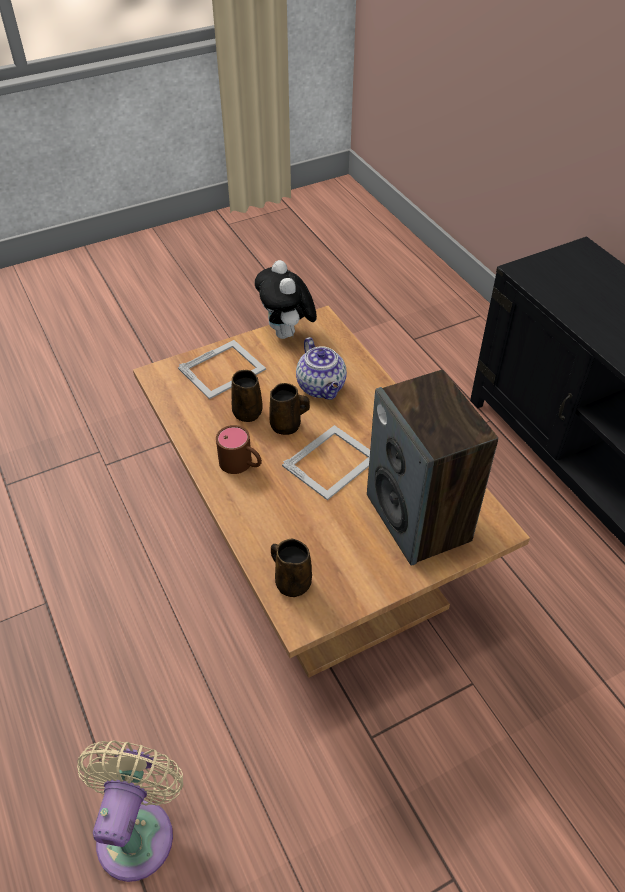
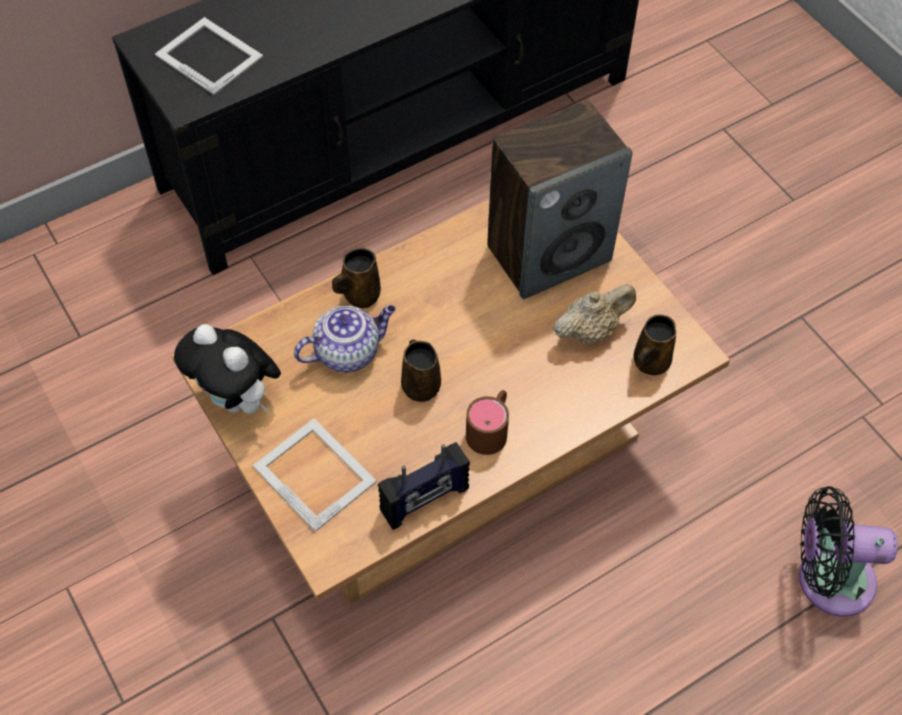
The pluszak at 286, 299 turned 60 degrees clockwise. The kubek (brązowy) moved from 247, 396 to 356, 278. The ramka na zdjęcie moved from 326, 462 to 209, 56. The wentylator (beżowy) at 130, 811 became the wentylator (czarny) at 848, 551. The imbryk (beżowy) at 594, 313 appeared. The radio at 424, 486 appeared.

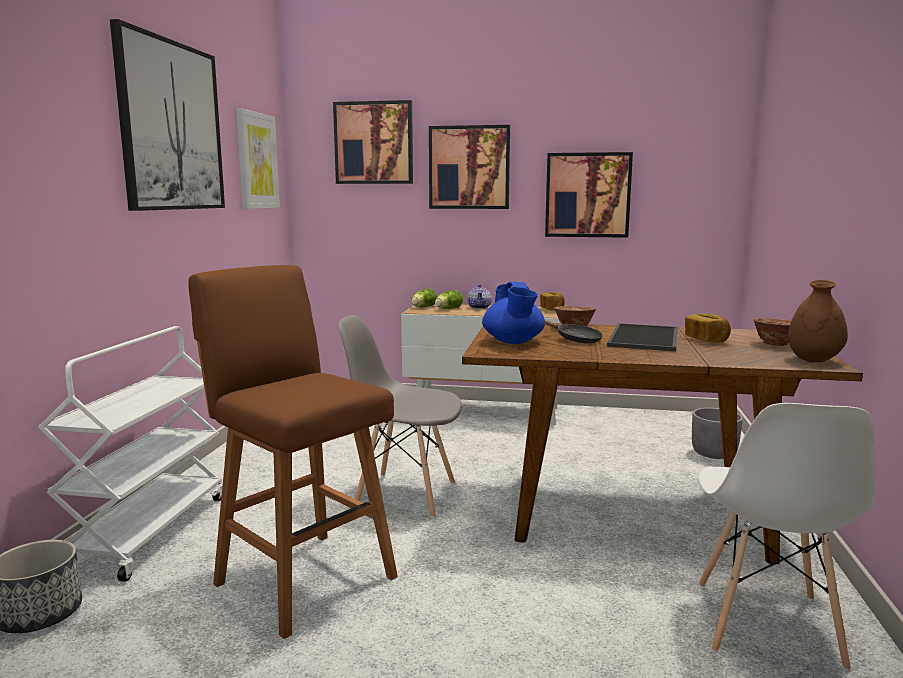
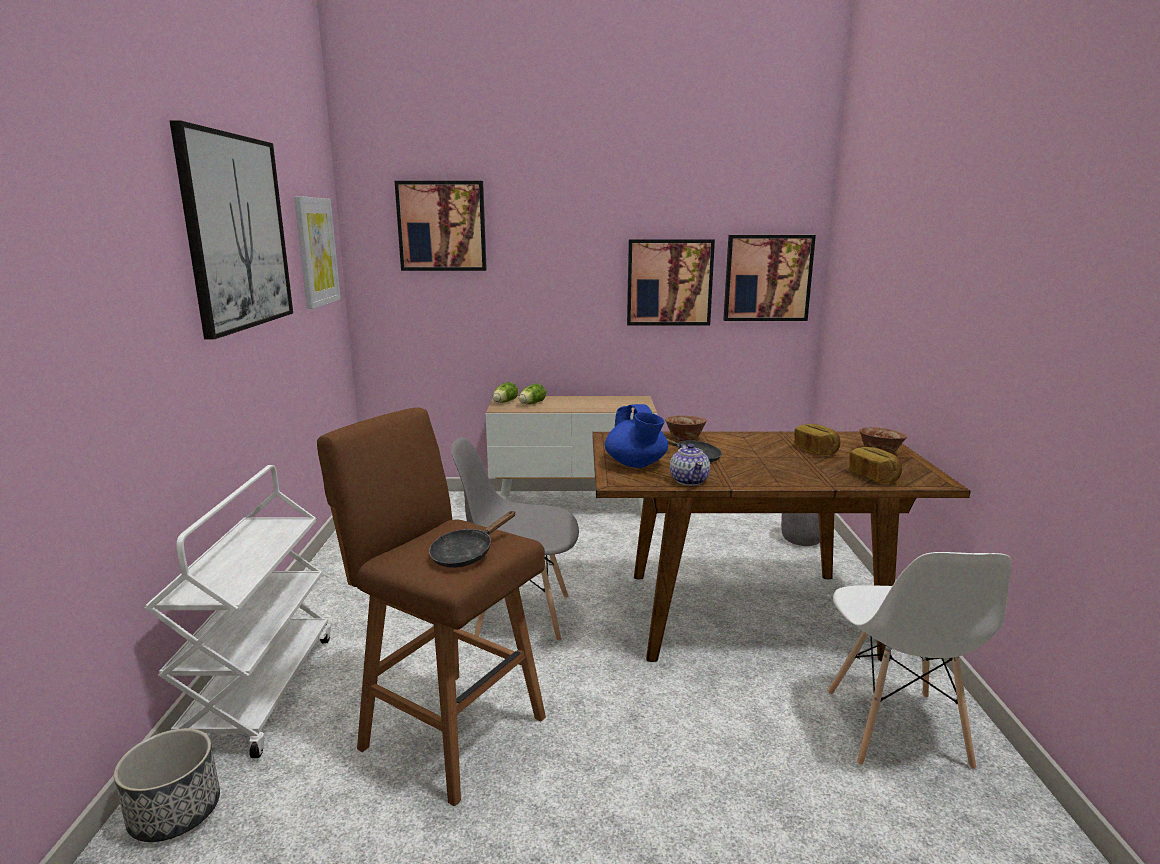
The obraz moved from 469, 167 to 769, 278. The wazon (brązowy) at 818, 321 disappeared. The imbryk moved from 479, 296 to 690, 465. The chleb moved from 552, 301 to 875, 465. The taca at 642, 337 disappeared. The patelnia (czarny) at 472, 539 appeared.

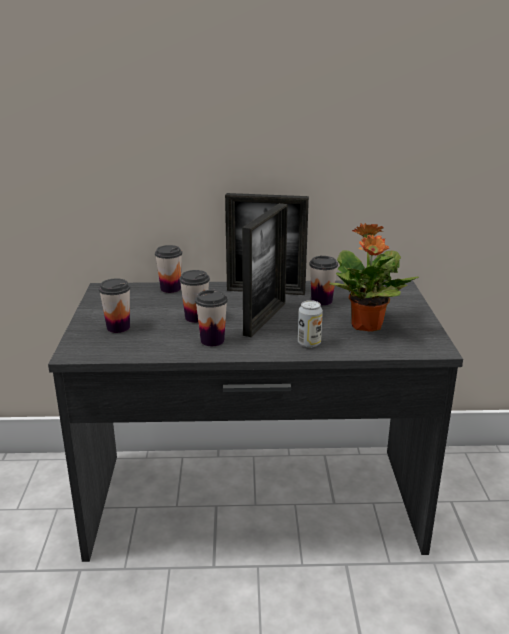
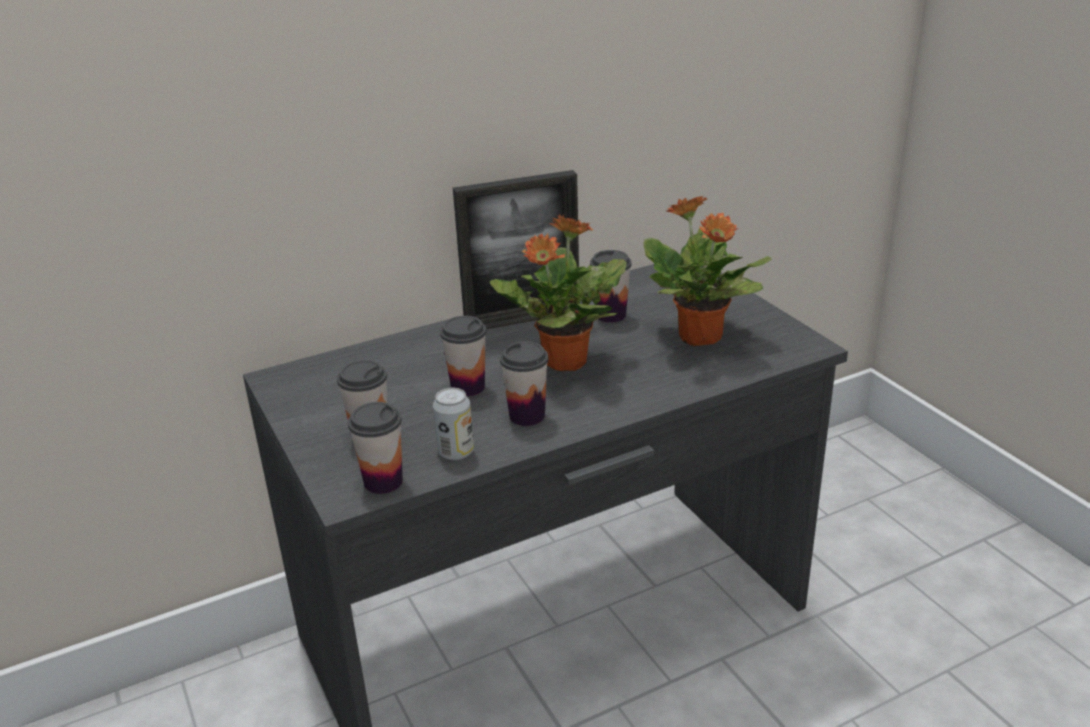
The ramka na zdjęcie at 265, 270 was replaced by the roślina doniczkowa at 558, 292. The filiżanka moved from 168, 269 to 375, 448. The puszka moved from 310, 324 to 453, 424.

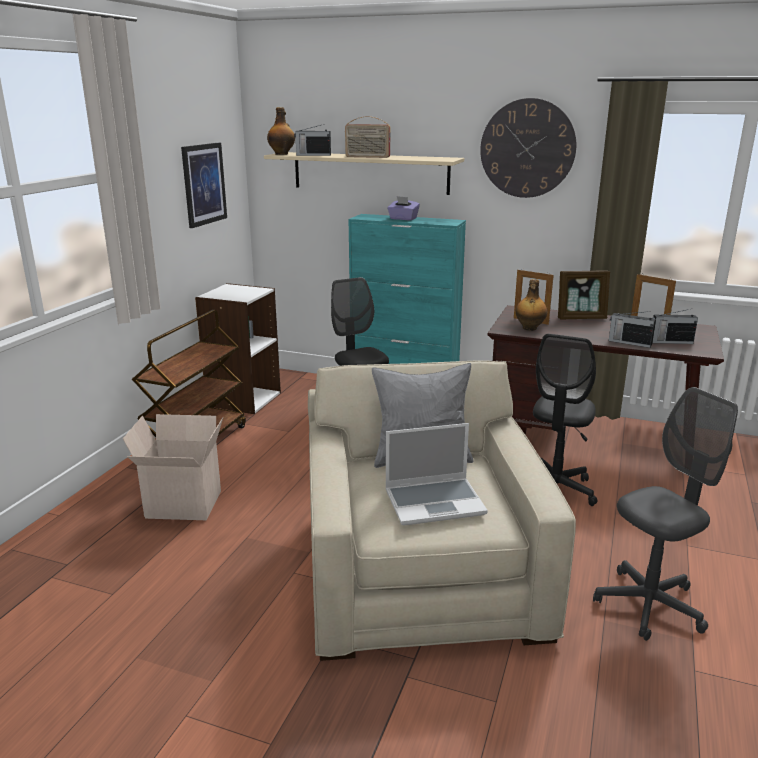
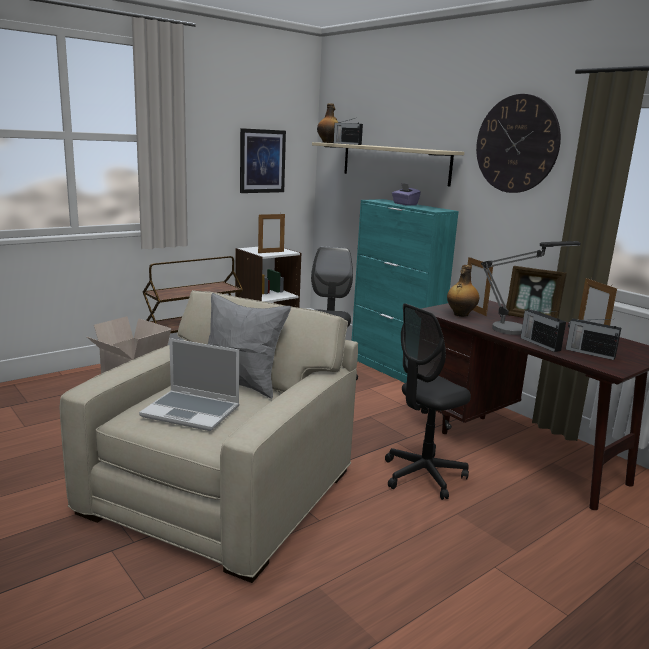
The radio at 368, 137 disappeared. The krzesło biurowe (szary) at 665, 514 disappeared. The ramka na zdjęcie at 271, 233 appeared. The lampa stołowa at 531, 288 appeared.

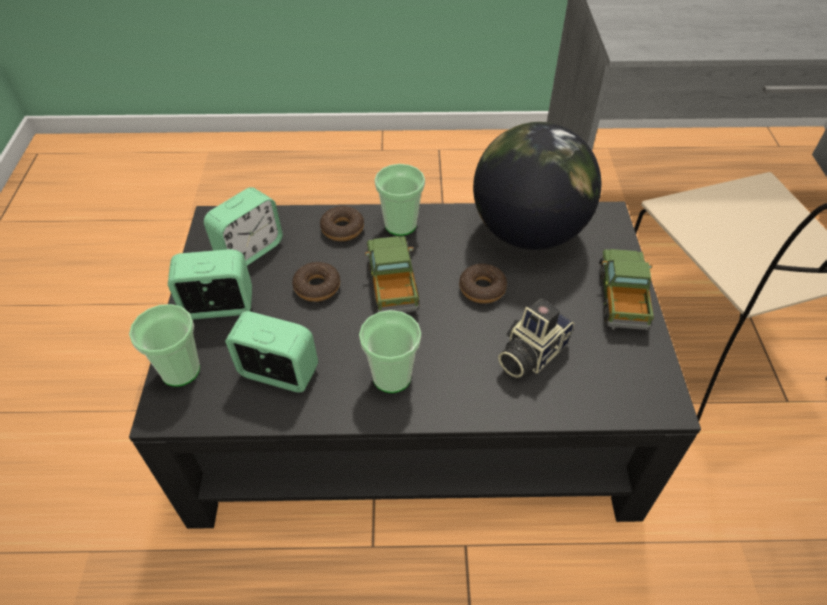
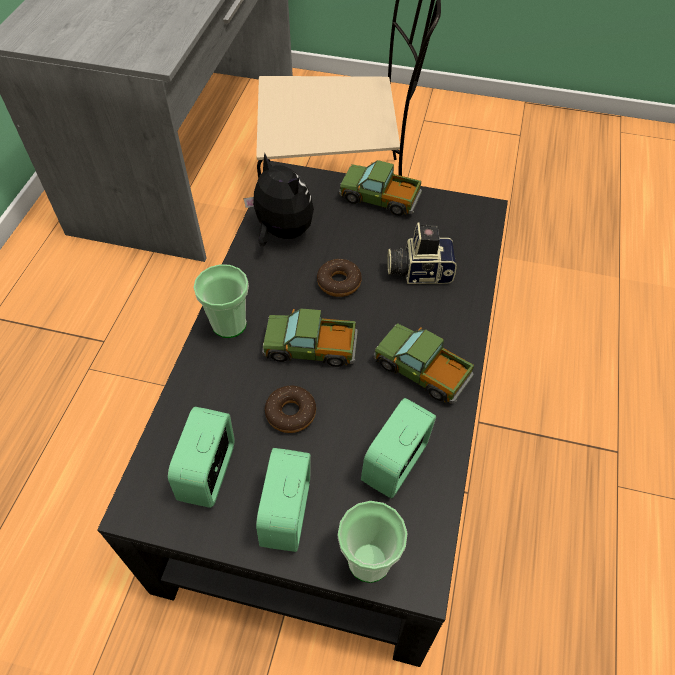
The globus at 537, 186 was replaced by the pluszak at 279, 200. The budzik at 243, 226 turned 135 degrees counterclockwise. The donut at 342, 223 disappeared. The aparat fotograficzny at 536, 338 turned 120 degrees clockwise. The filiżanka at 390, 351 was replaced by the ciężarówka zabawkowa at 424, 363.

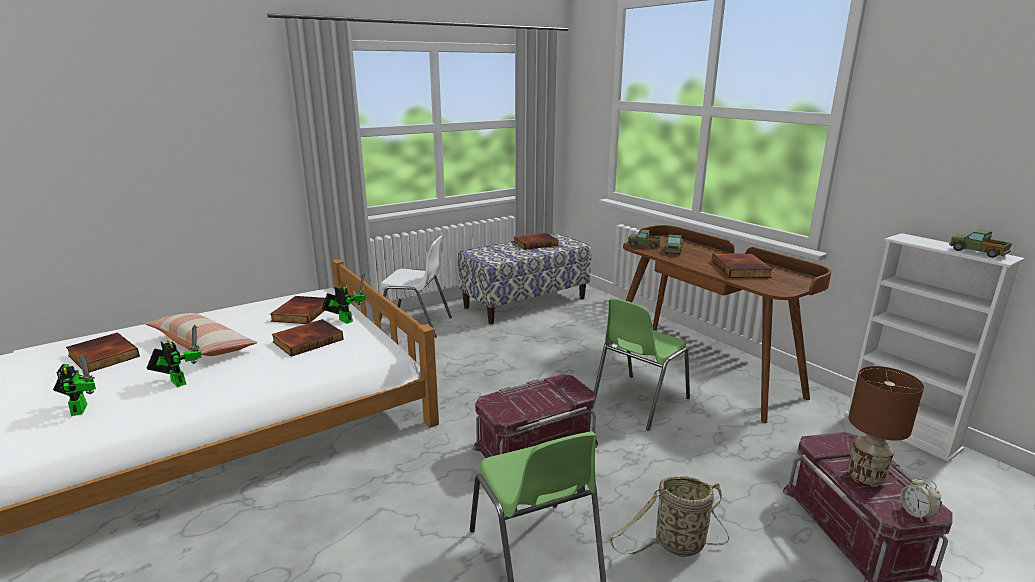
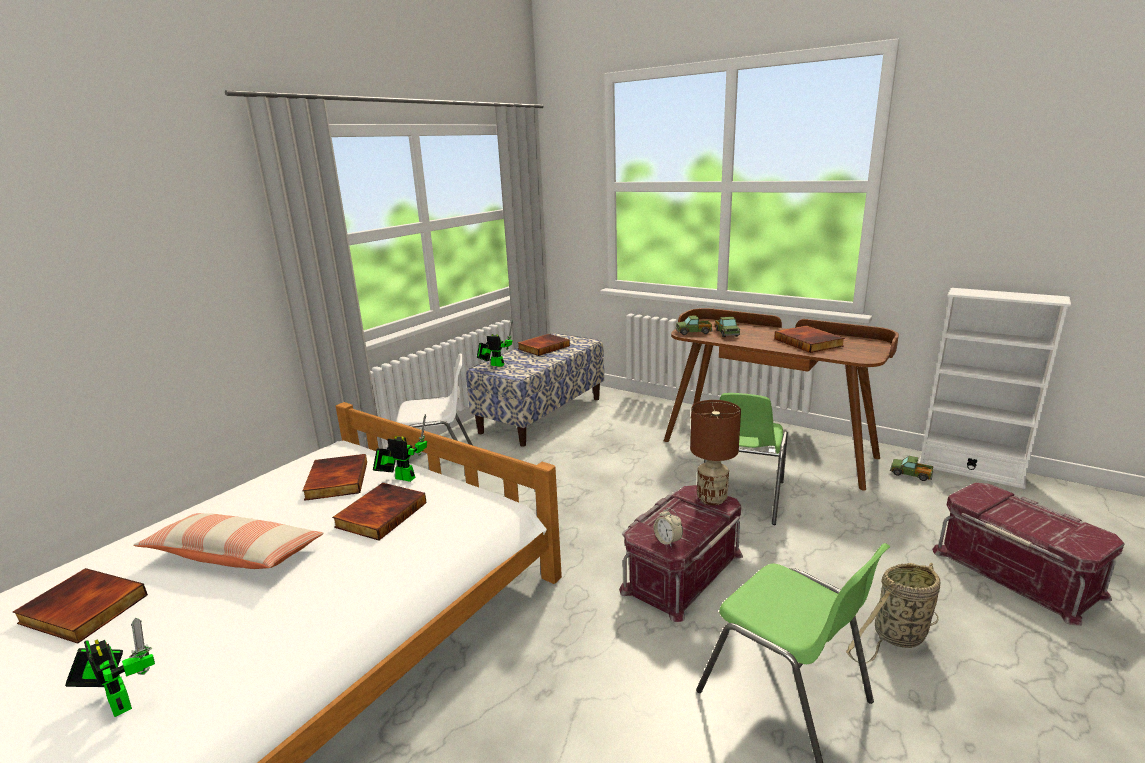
The ciężarówka zabawkowa moved from 980, 243 to 911, 468. The robot zabawkowy moved from 174, 356 to 495, 343. The lampa stołowa (brązowy) moved from 885, 426 to 715, 452. The budzik moved from 920, 499 to 668, 527.

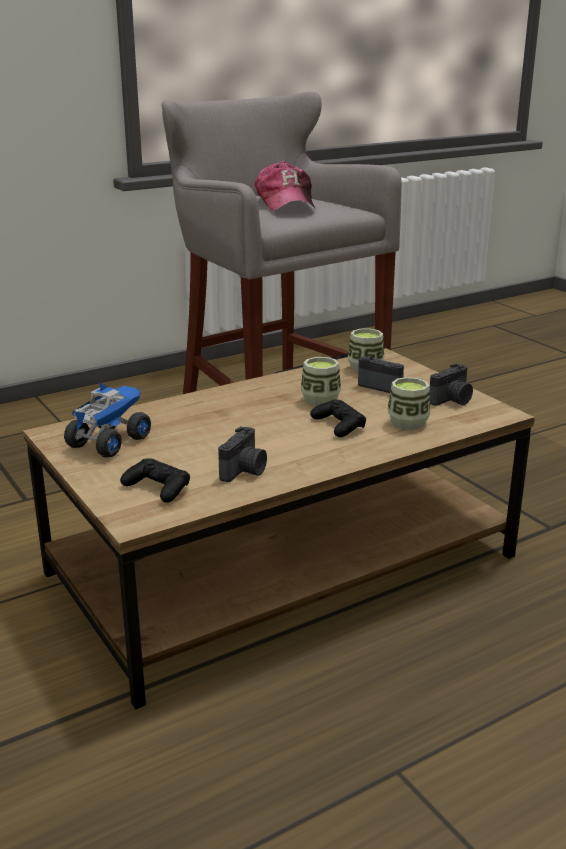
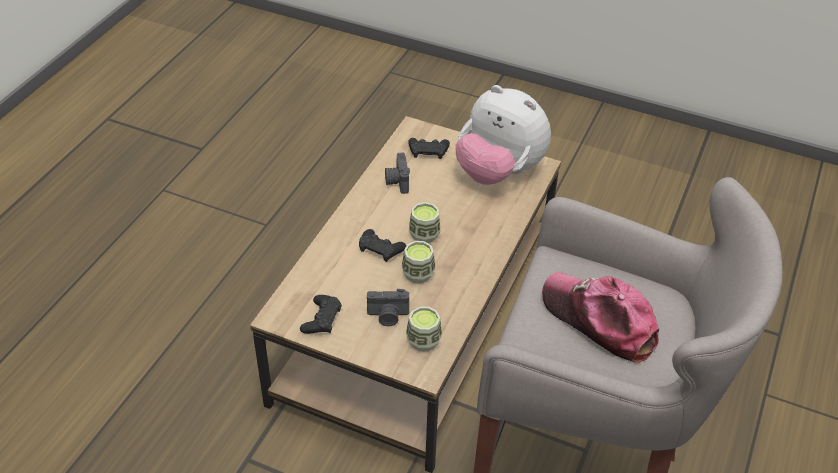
The aparat fotograficzny at 451, 384 was replaced by the pad do gier (czarny) at 321, 314. The filiżanka moved from 408, 403 to 424, 222. The ciężarówka zabawkowa at 107, 419 was replaced by the pluszak at 503, 135.

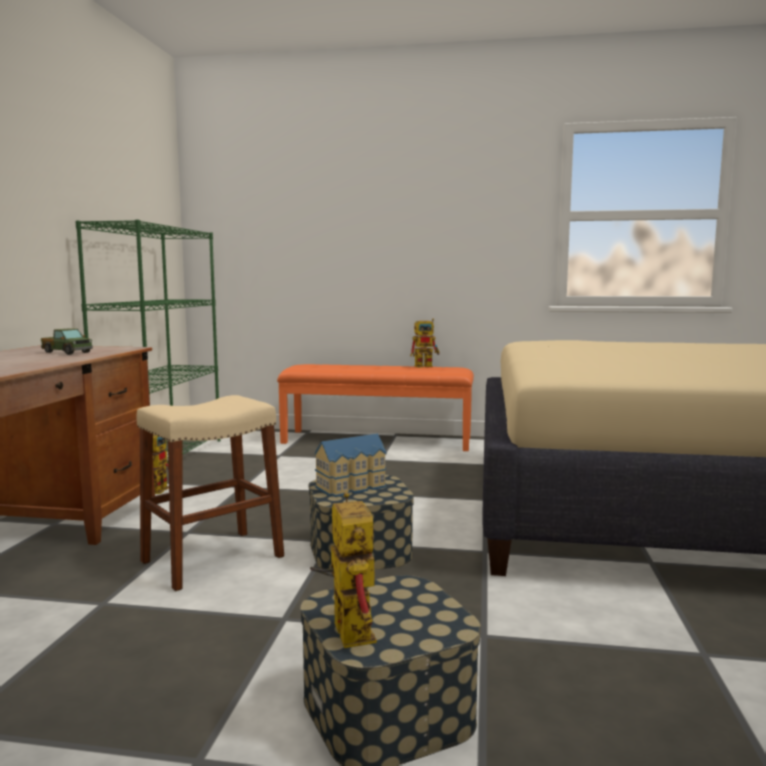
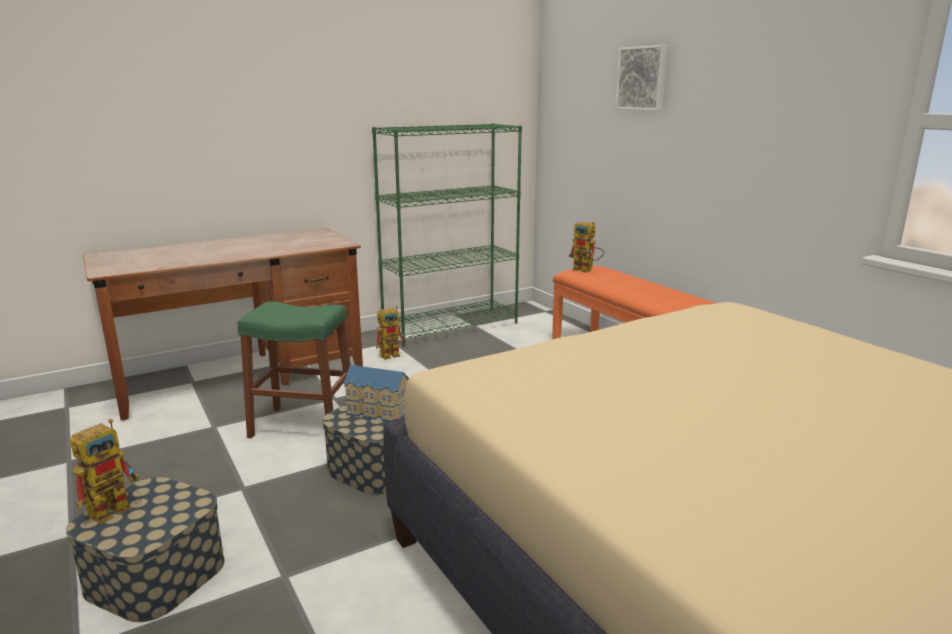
The robot zabawkowy moved from 425, 343 to 586, 247. The ciężarówka zabawkowa at 67, 341 disappeared. The stołek (beżowy) at 210, 493 became the stołek (zielony) at 294, 369. The obraz at 641, 78 appeared.

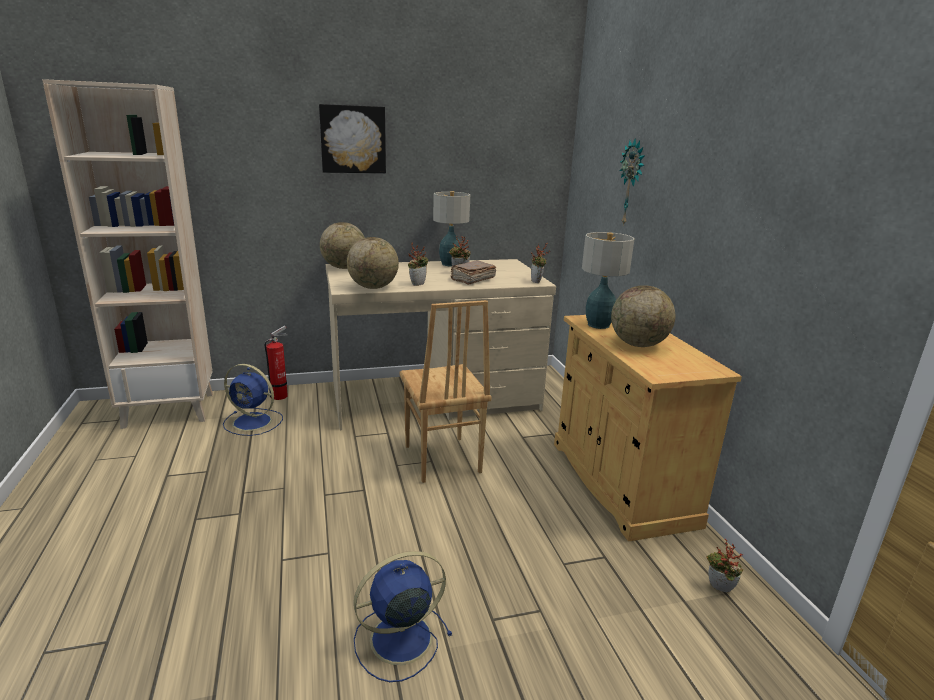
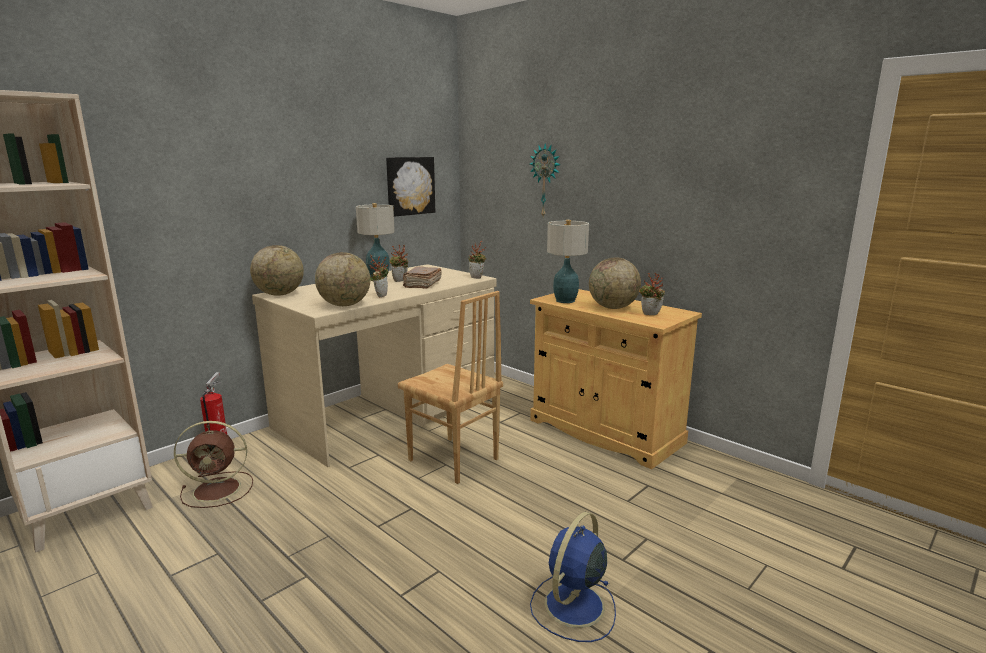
The obraz moved from 352, 138 to 410, 187. The wentylator (niebieski) at 253, 400 became the wentylator (brązowy) at 213, 464. The roślina doniczkowa moved from 725, 565 to 652, 294.

